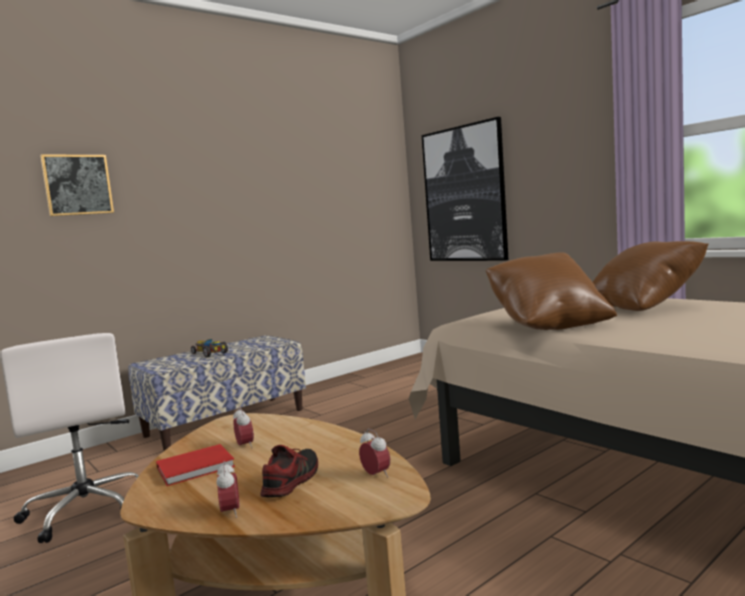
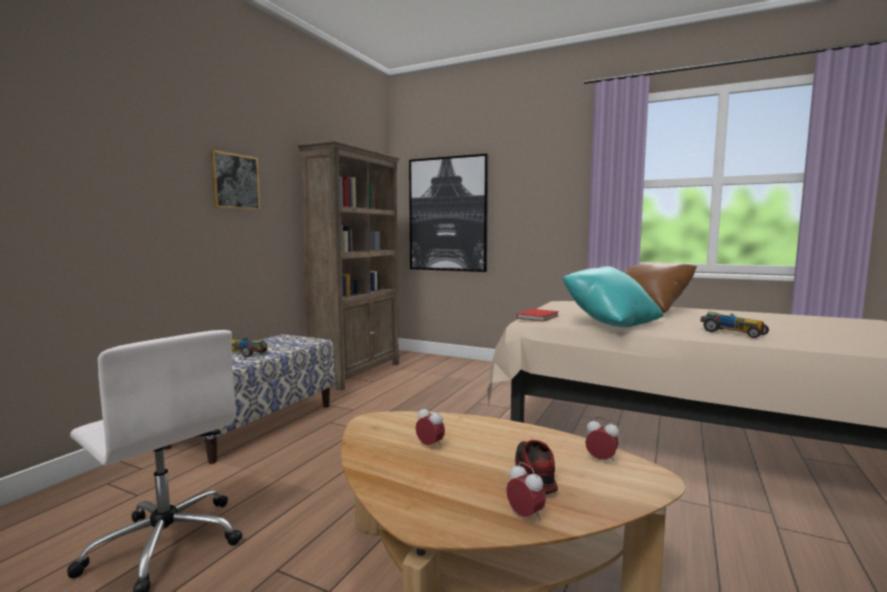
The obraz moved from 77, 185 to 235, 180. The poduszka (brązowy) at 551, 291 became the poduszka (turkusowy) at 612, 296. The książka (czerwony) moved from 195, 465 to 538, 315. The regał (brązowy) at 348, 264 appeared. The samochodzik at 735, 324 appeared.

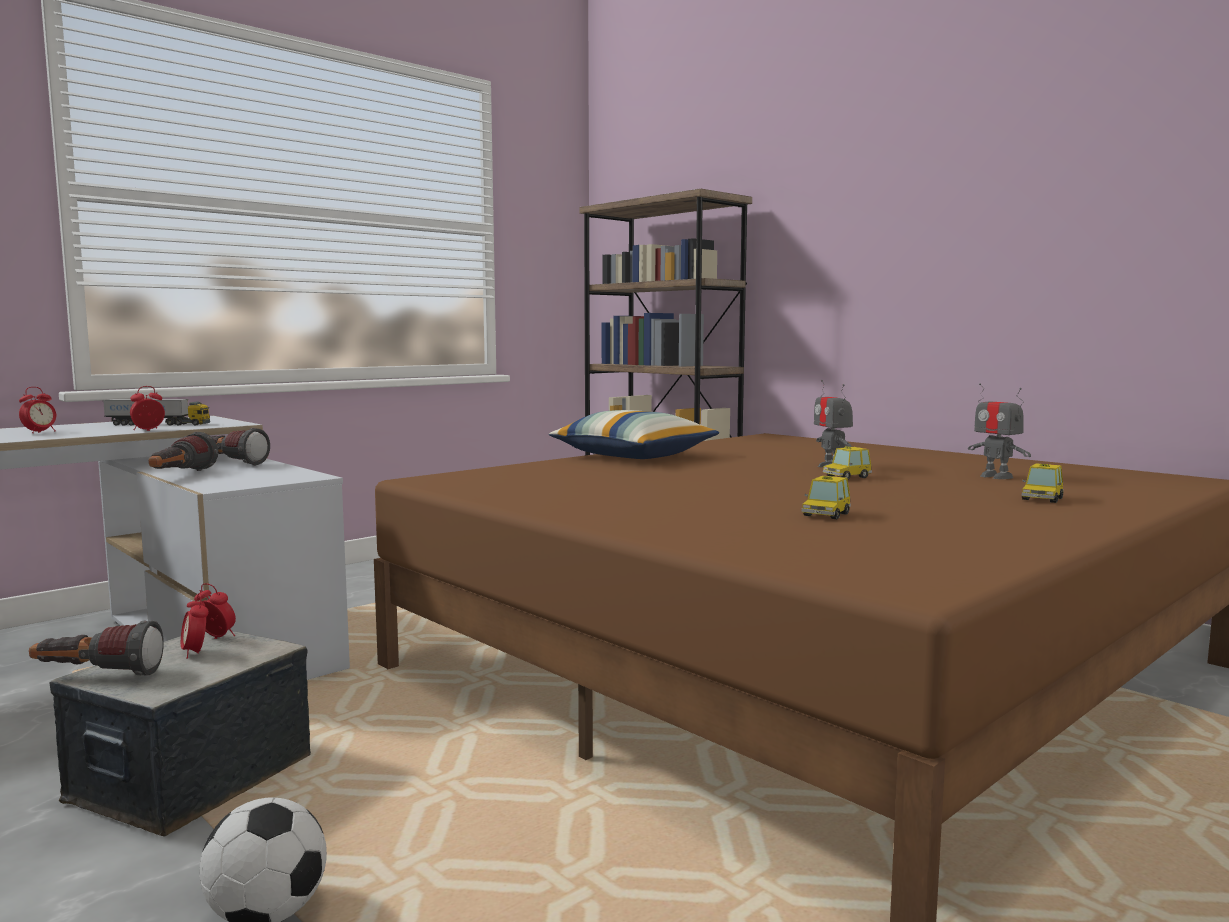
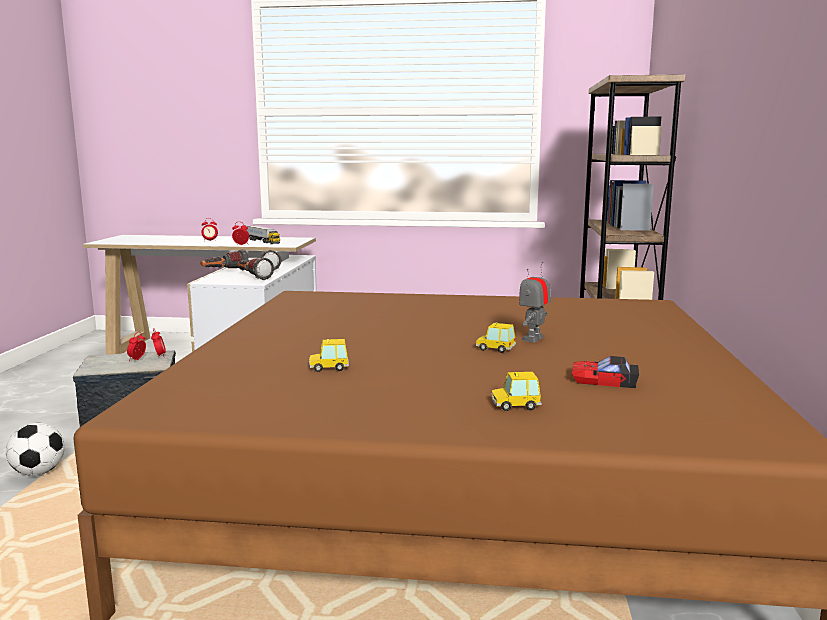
The robot zabawkowy at 999, 431 was replaced by the samochodzik at 605, 370. The poduszka at 634, 434 disappeared. The latarka moved from 96, 648 to 256, 268.

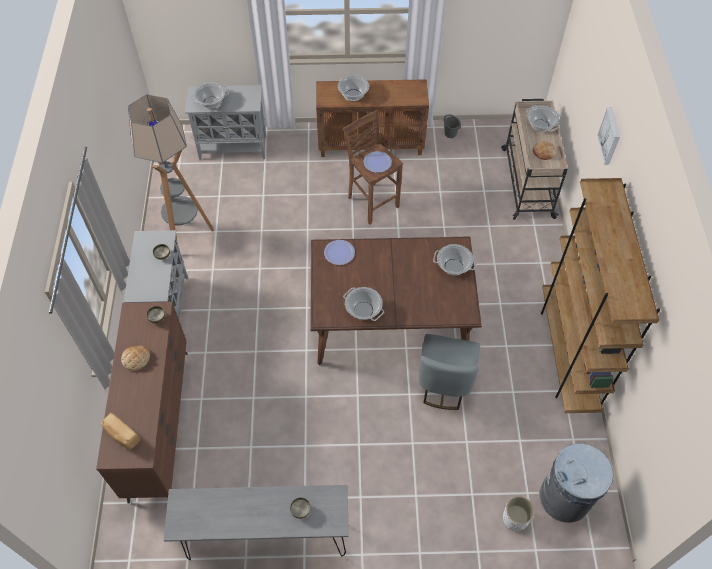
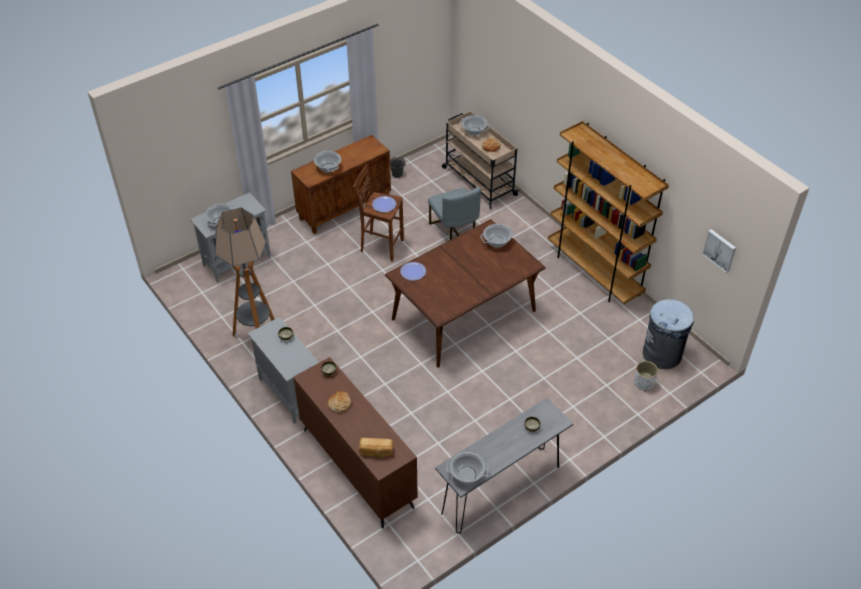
The obraz moved from 608, 136 to 719, 251. The garnek moved from 363, 304 to 467, 467. The krzesło (szary) moved from 449, 372 to 454, 213.

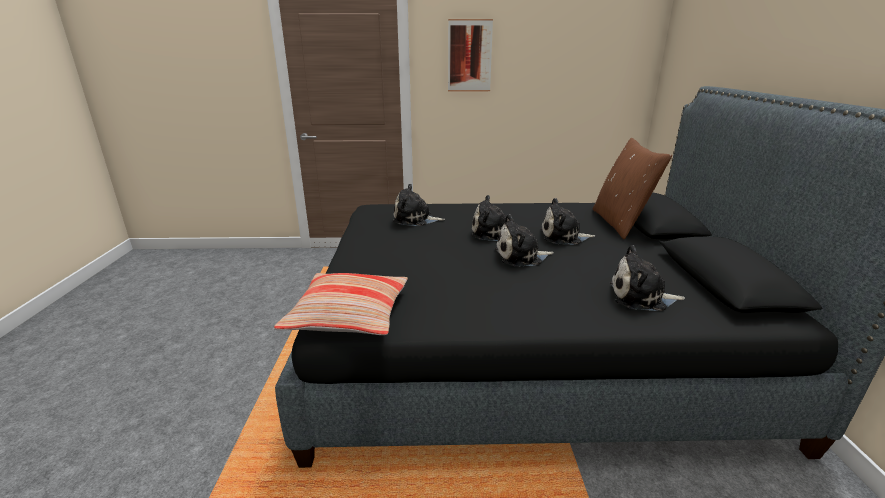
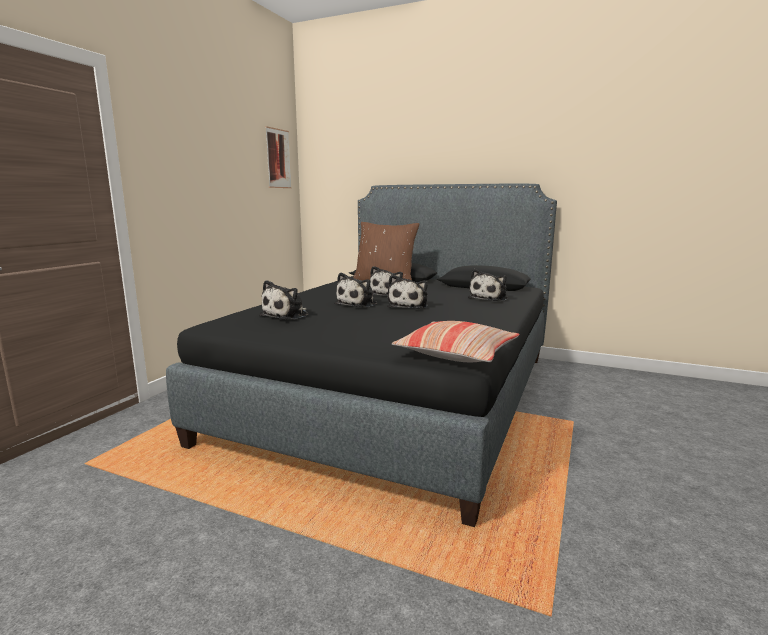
The obraz moved from 470, 55 to 278, 157.

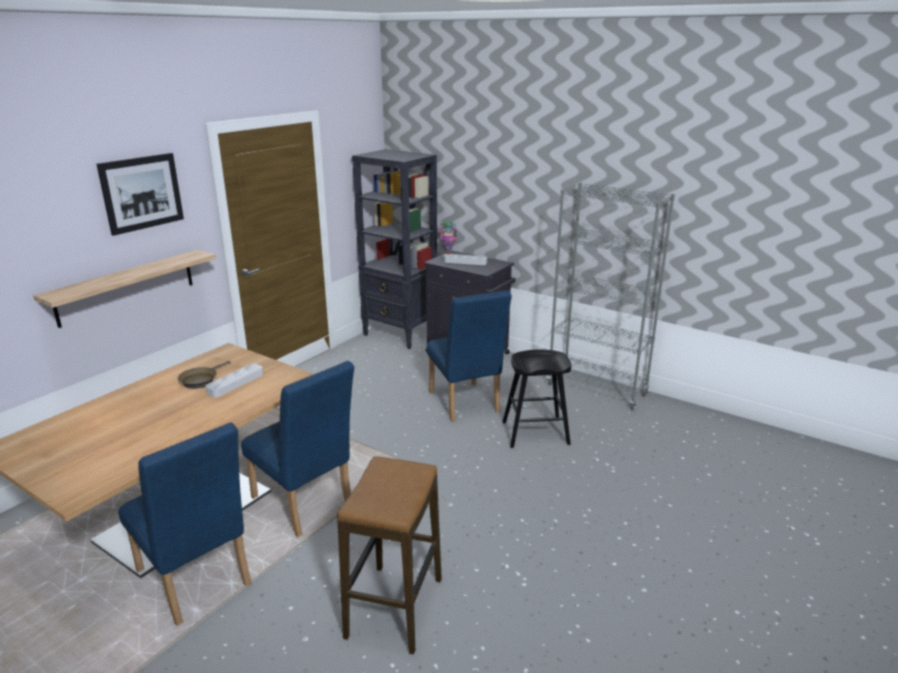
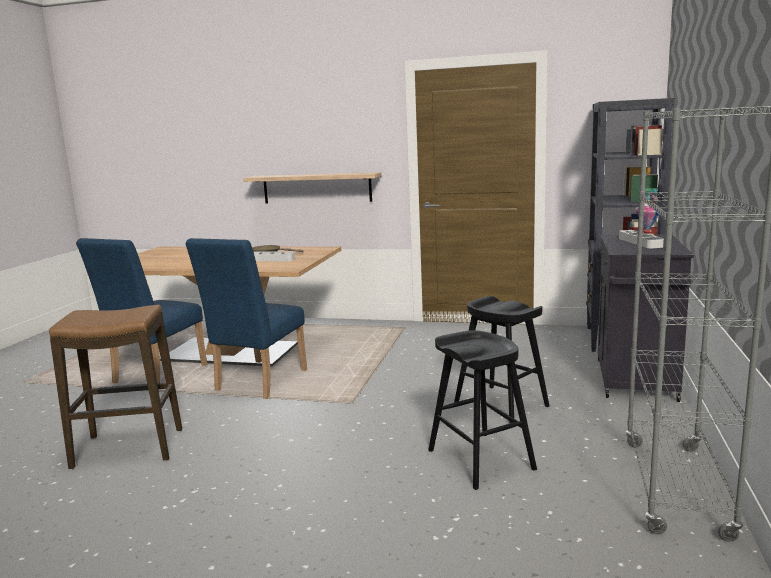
The obraz at 140, 194 disappeared. The krzesło (niebieski) at 469, 356 was replaced by the stołek (czarny) at 501, 360.

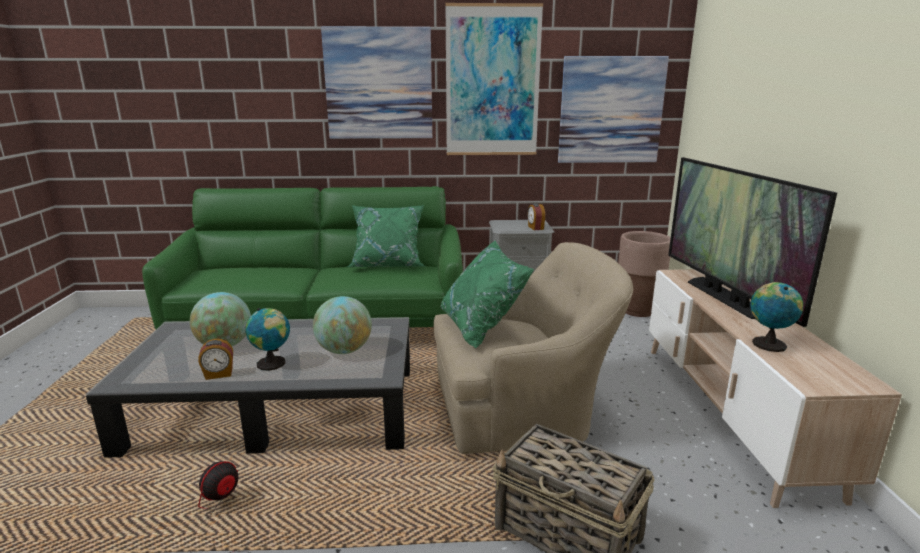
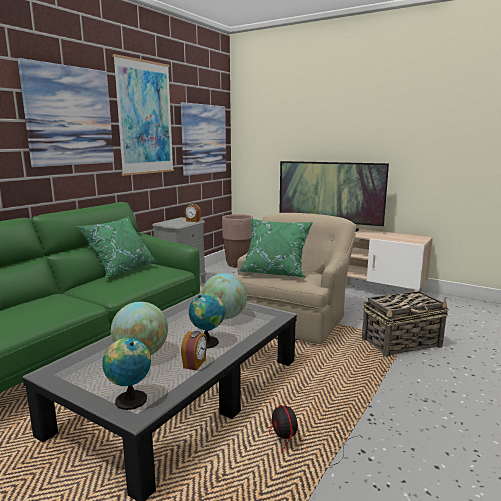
The globus moved from 776, 317 to 126, 374.

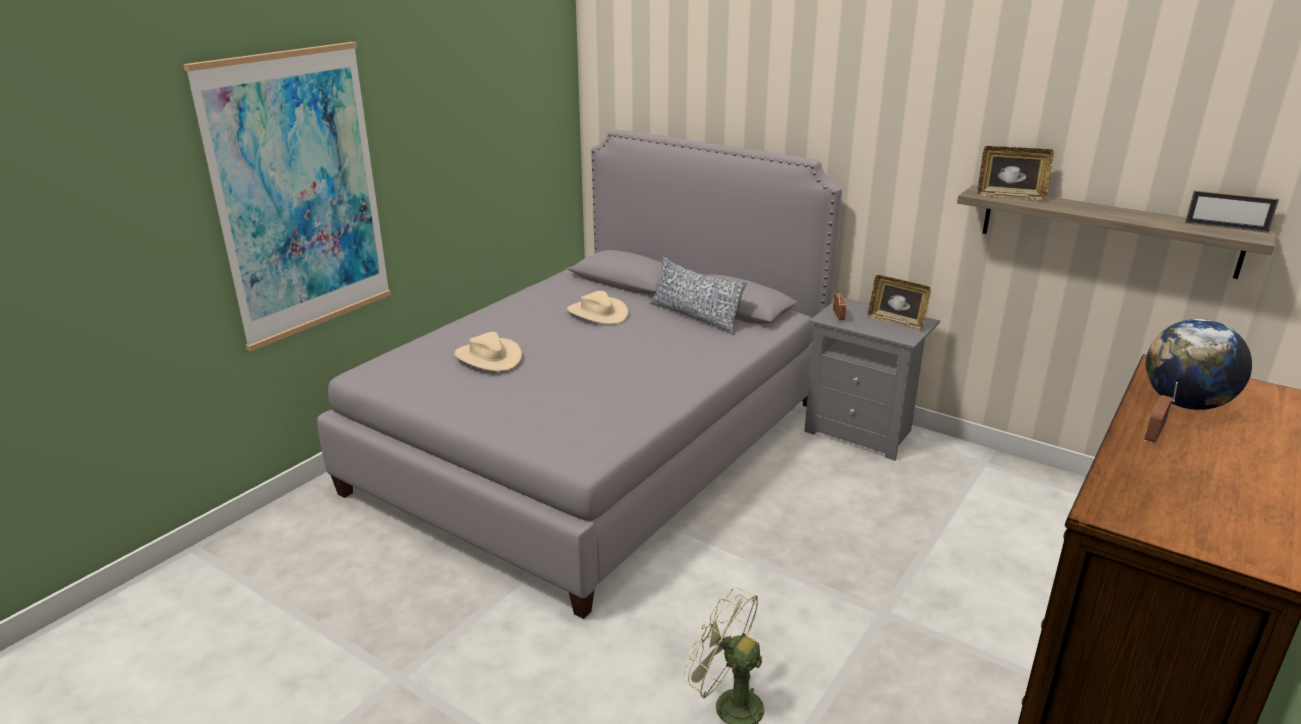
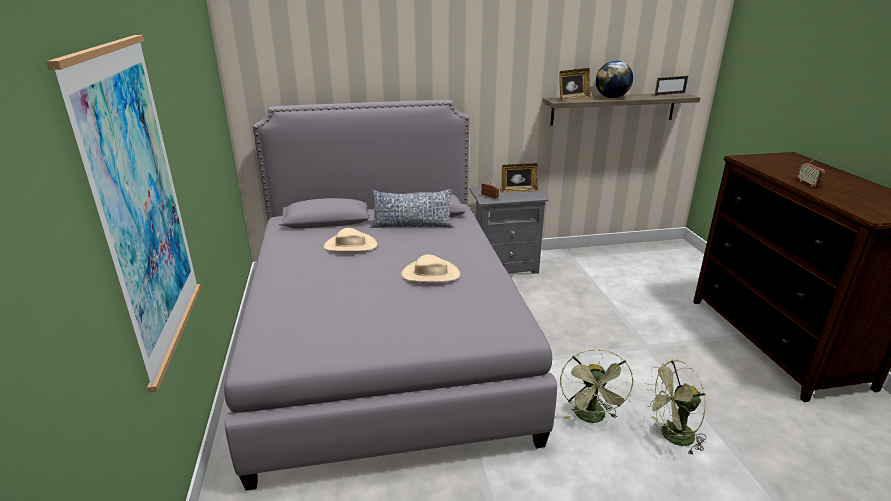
The globus moved from 1199, 364 to 614, 79. The kapelusz (beżowy) moved from 488, 351 to 430, 268. The wentylator (zielony) at 597, 386 appeared.

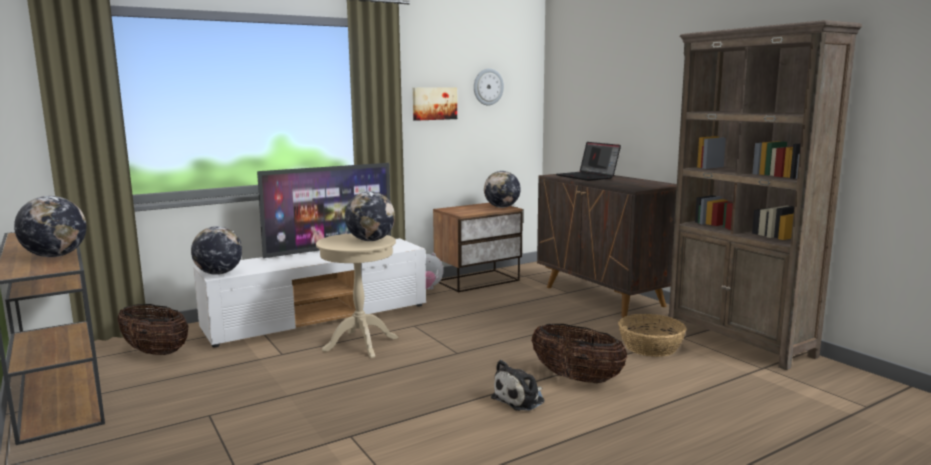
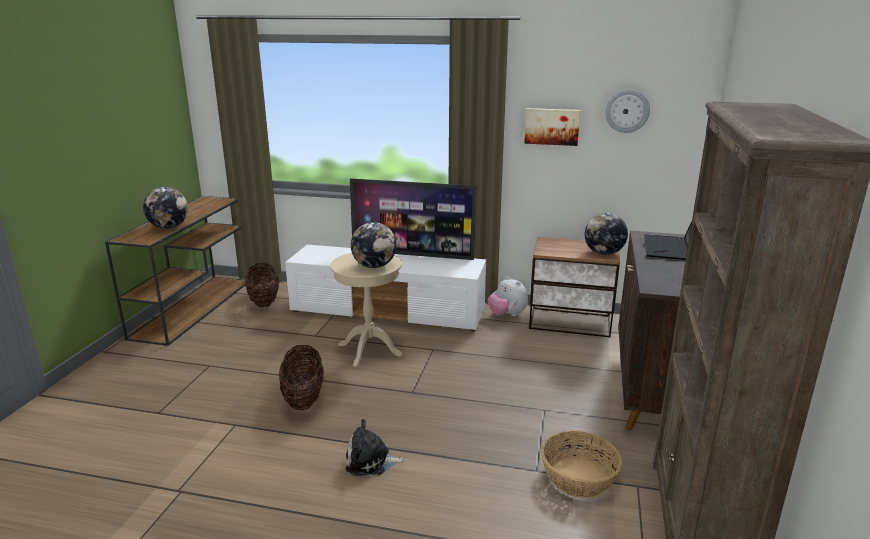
The globus at 216, 250 disappeared. The koszyk moved from 579, 353 to 301, 377.

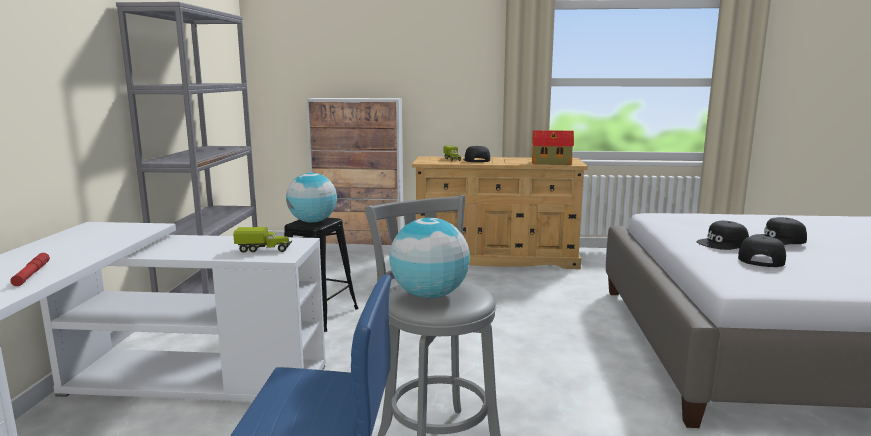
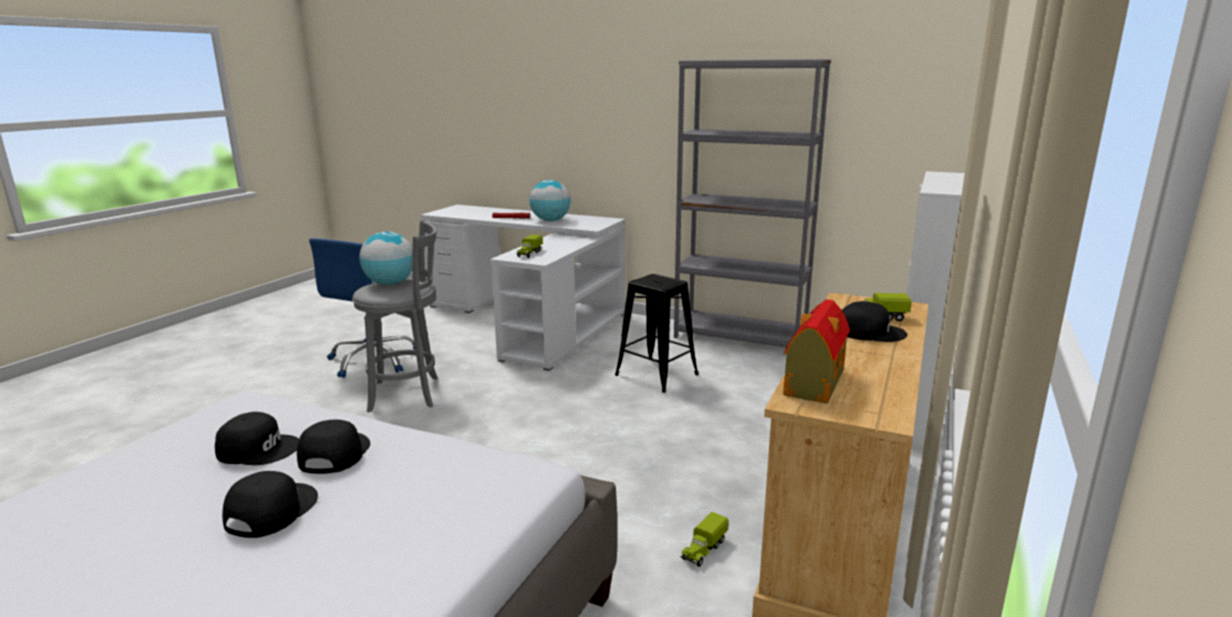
The globus moved from 311, 198 to 549, 200. The czapka z daszkiem (czarny) at 762, 251 turned 45 degrees counterclockwise. The ciężarówka zabawkowa at 704, 539 appeared.

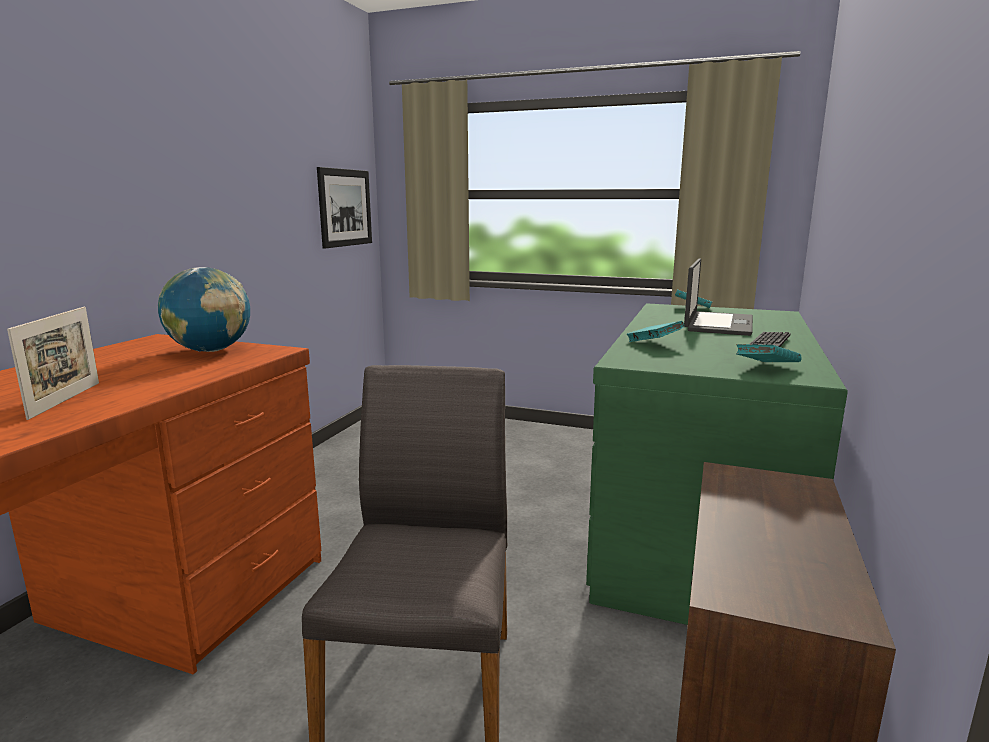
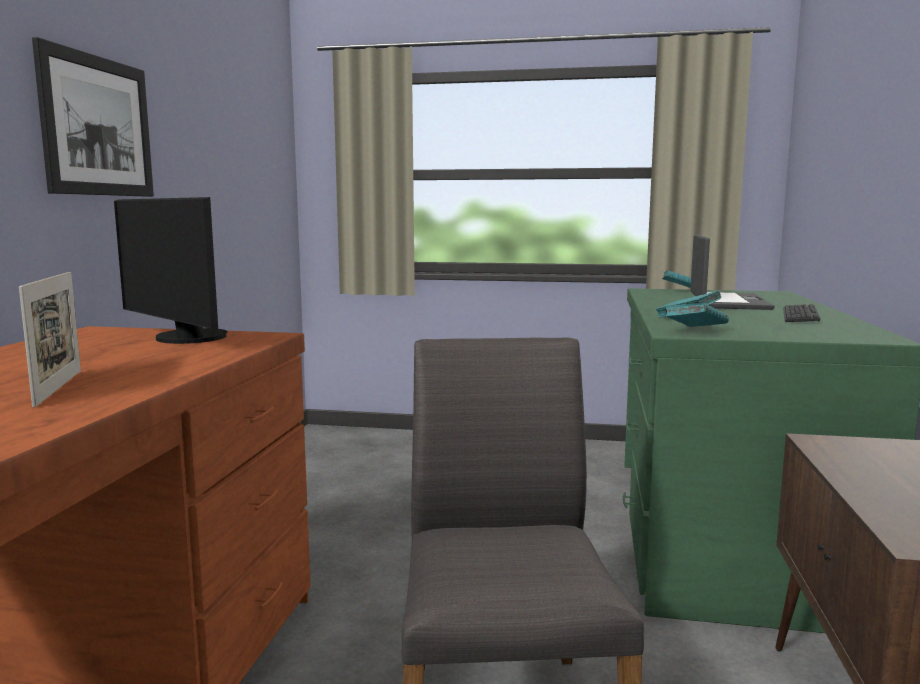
The obraz moved from 344, 207 to 93, 117. The globus at 204, 309 was replaced by the monitor at 171, 270. The książka (turkusowy) moved from 768, 353 to 697, 315.

